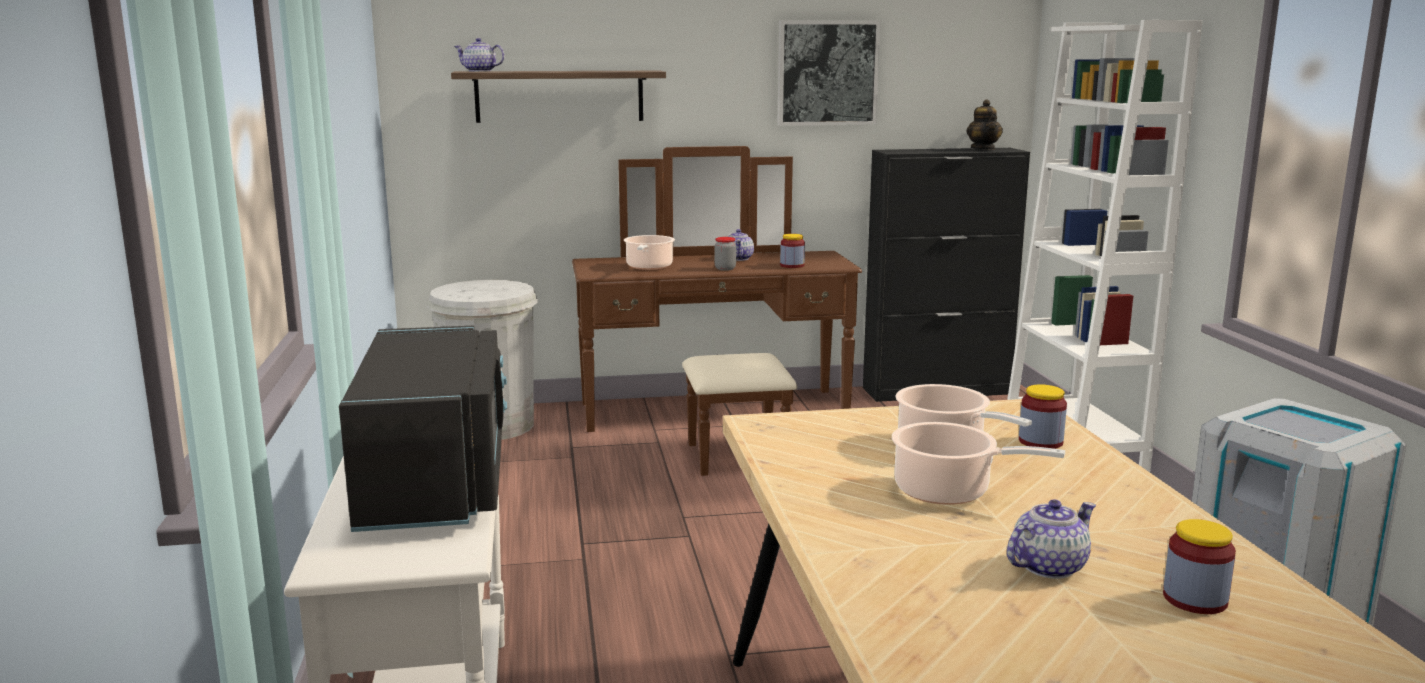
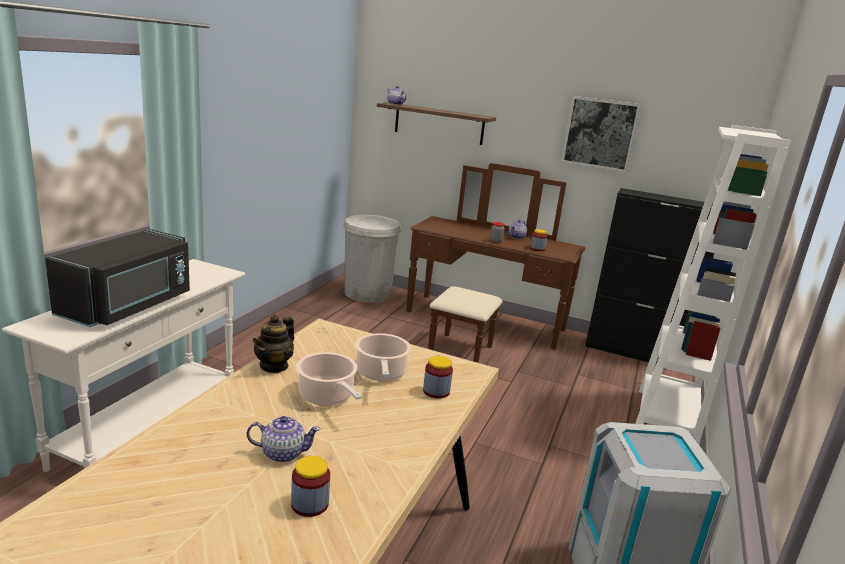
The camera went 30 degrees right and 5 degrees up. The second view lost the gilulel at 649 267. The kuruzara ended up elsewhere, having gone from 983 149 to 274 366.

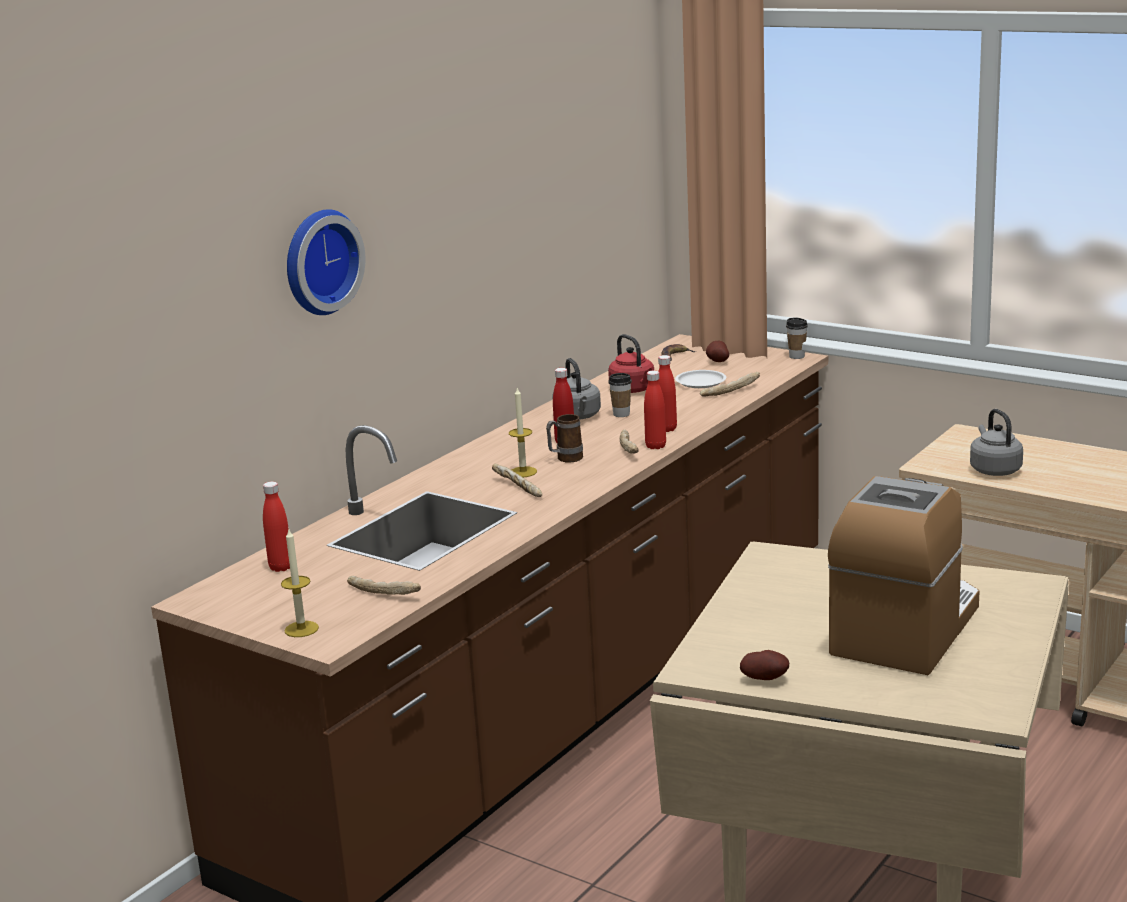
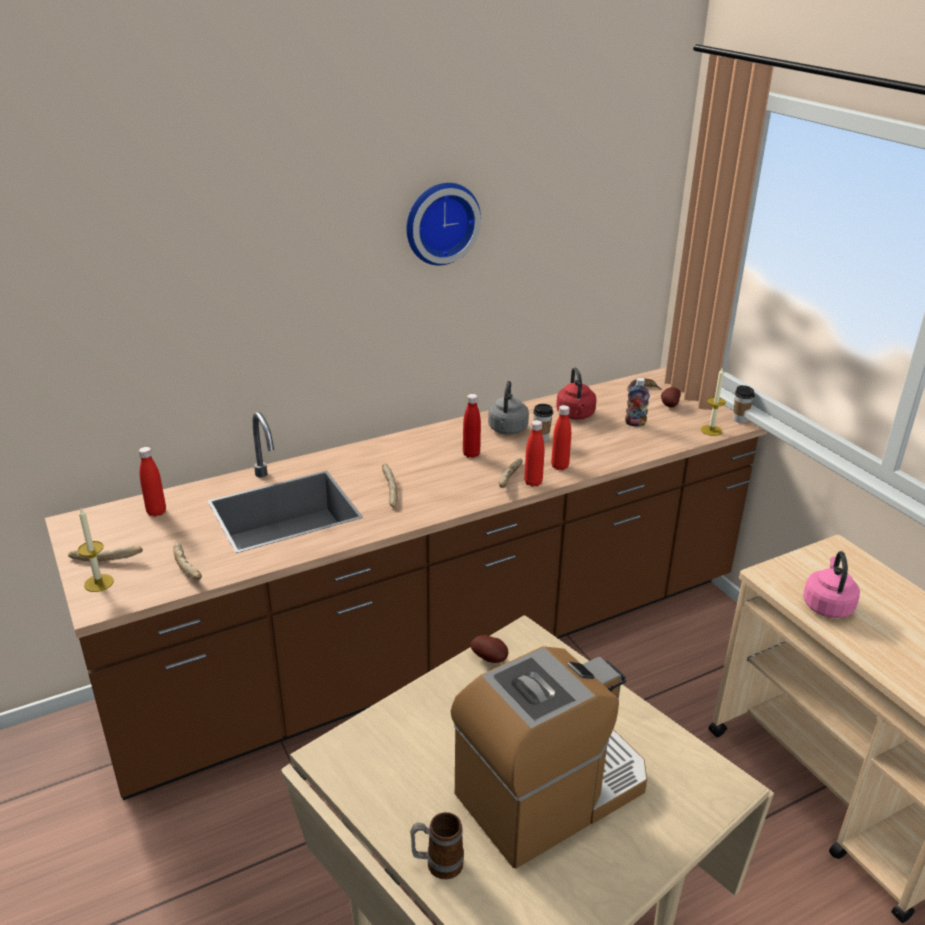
The camera went 25 degrees right and 10 degrees up. The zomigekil ended up elsewhere, having gone from 318 261 to 440 222. The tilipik ended up elsewhere, having gone from 523 472 to 711 430. The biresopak ended up elsewhere, having gone from 565 459 to 437 864. Where the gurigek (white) stood at 701 382, the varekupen came to stand at 635 423. The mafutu ended up elsewhere, having gone from 730 391 to 106 558. The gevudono ended up elsewhere, having gone from 765 679 to 491 659. What was the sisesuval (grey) at 994 469 turned into the sisesuval (pink) at 827 605.

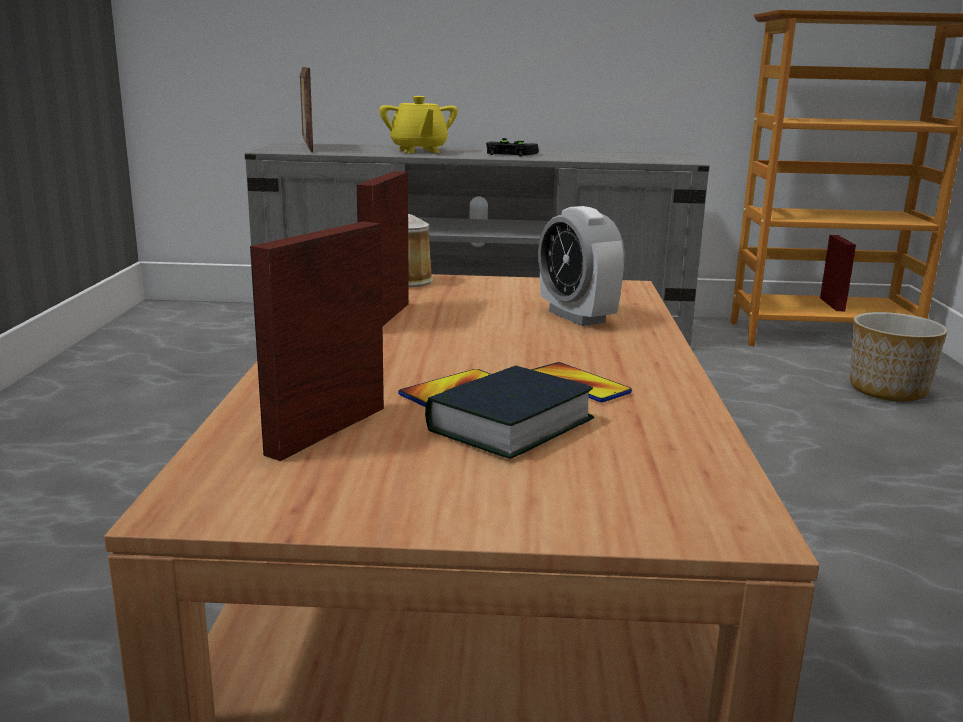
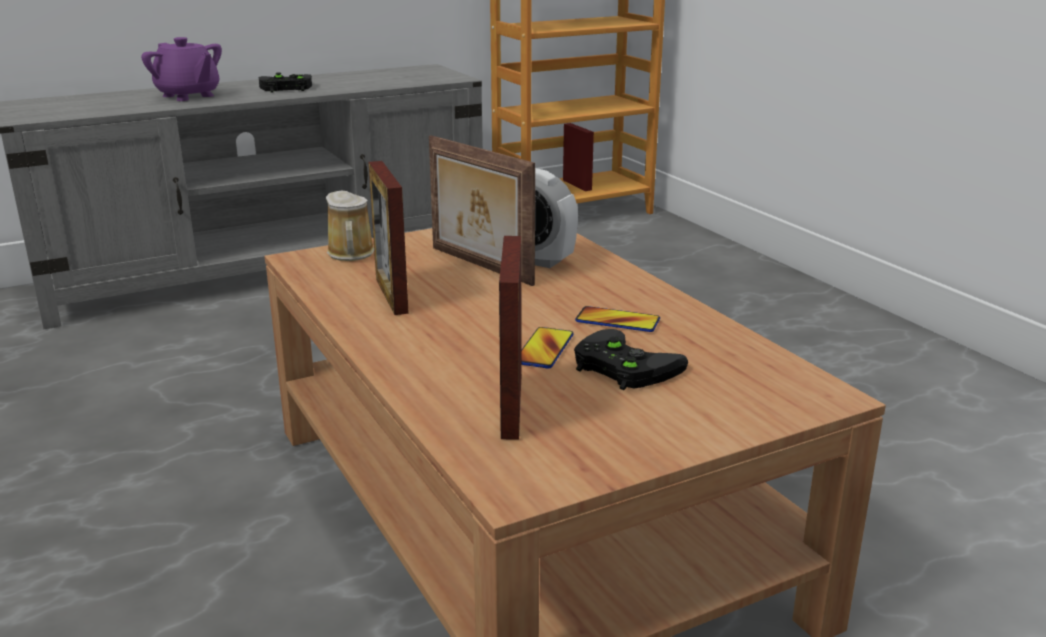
The camera went 30 degrees left and 5 degrees up. The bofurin ended up elsewhere, having gone from 307 147 to 479 266. What was the kuruzara (yellow) at 418 151 turned into the kuruzara (purple) at 188 96. Where the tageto stood at 510 425, the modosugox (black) came to stand at 621 366. The second view lost the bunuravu at 888 389.

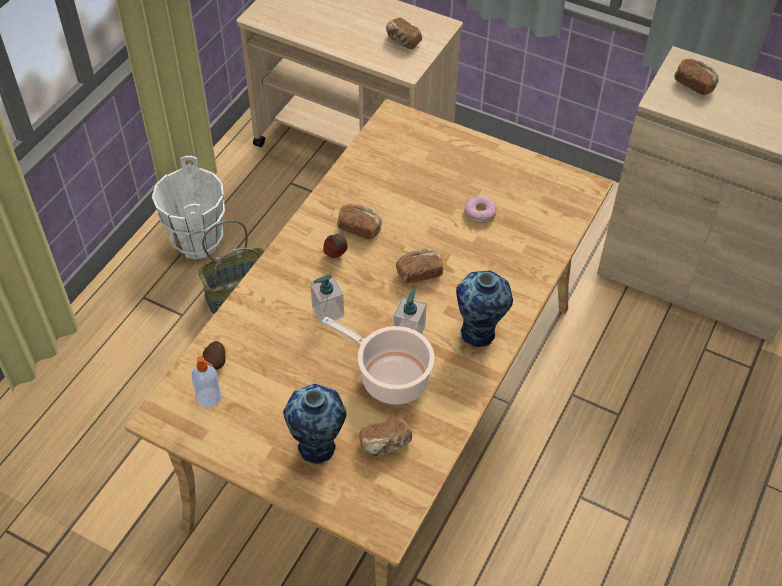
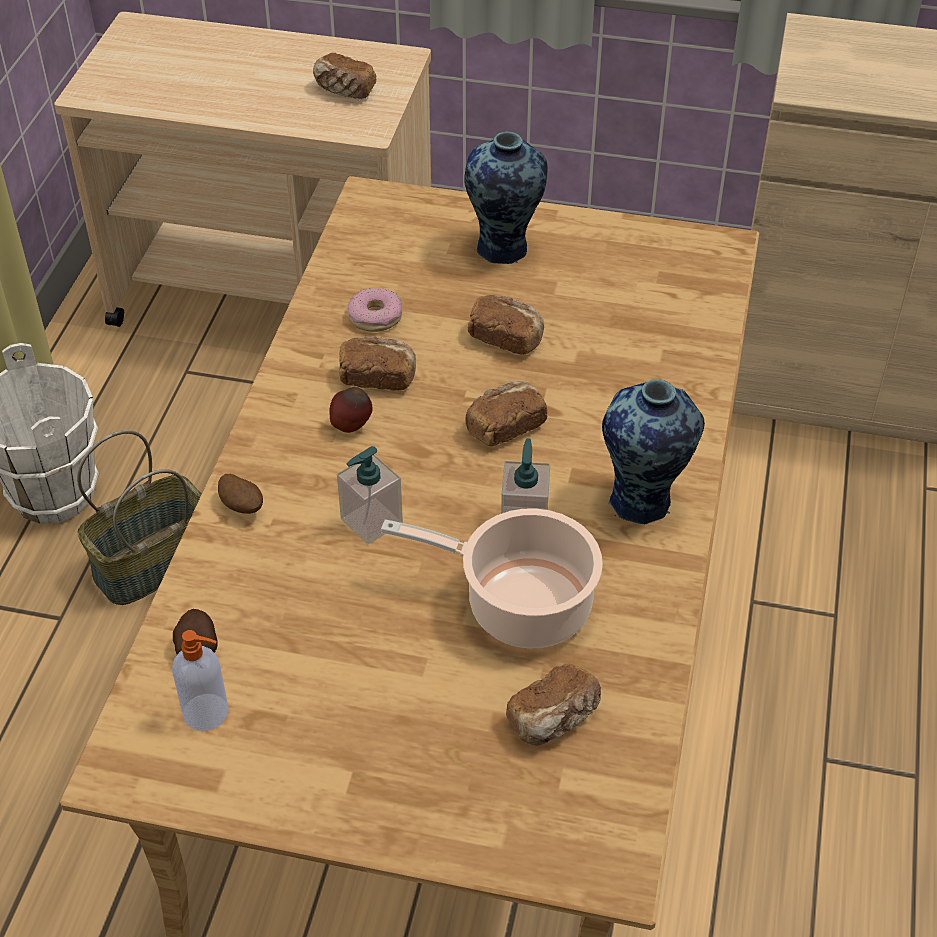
The camera went 15 degrees left and 5 degrees down. The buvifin ended up elsewhere, having gone from 318 449 to 504 249. The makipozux ended up elsewhere, having gone from 480 213 to 375 317. The mafutu ended up elsewhere, having gone from 694 84 to 506 338. The second view gained the gevudono at 242 506.

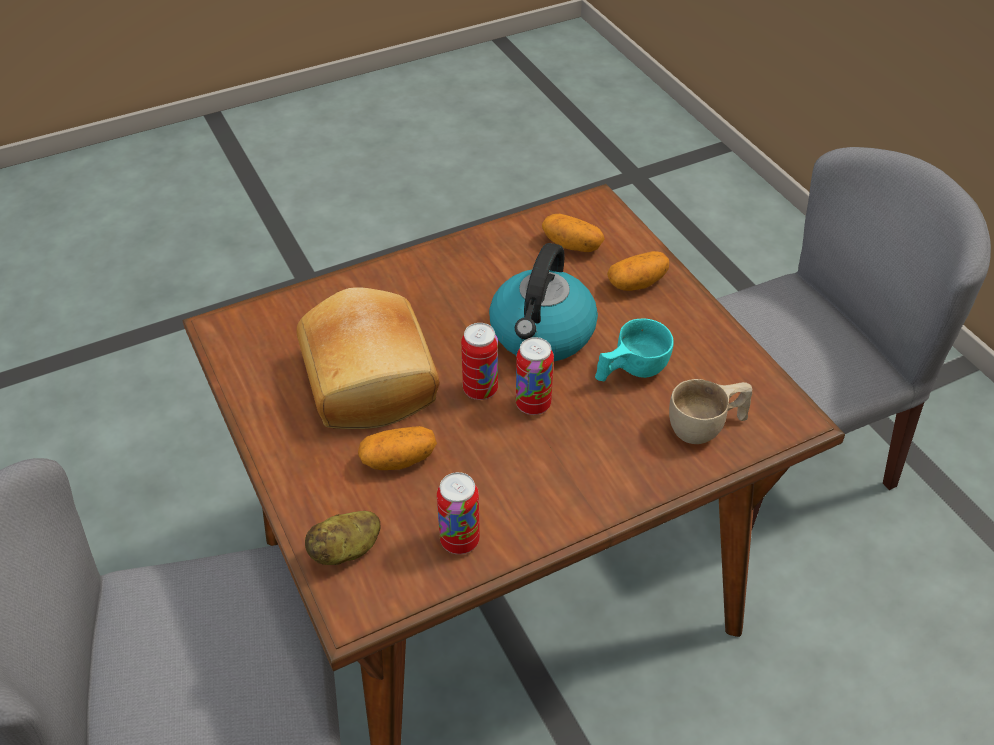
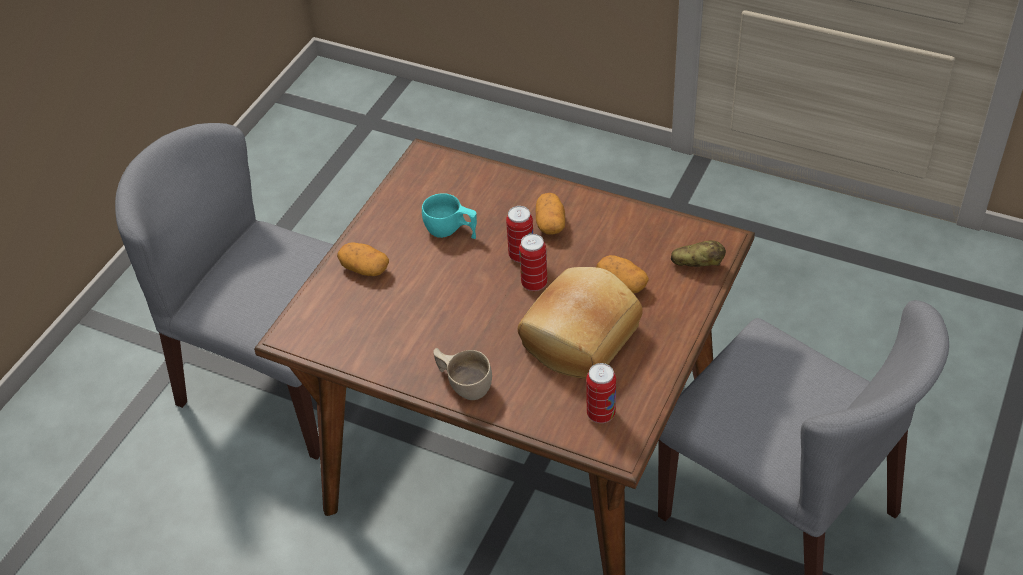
The camera went 125 degrees left and 0 degrees up. The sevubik ended up elsewhere, having gone from 459 540 to 601 414. The second view lost the sisesuval at 542 334. The gevudono ended up elsewhere, having gone from 572 245 to 550 223. The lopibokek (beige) ended up elsewhere, having gone from 706 427 to 464 384.

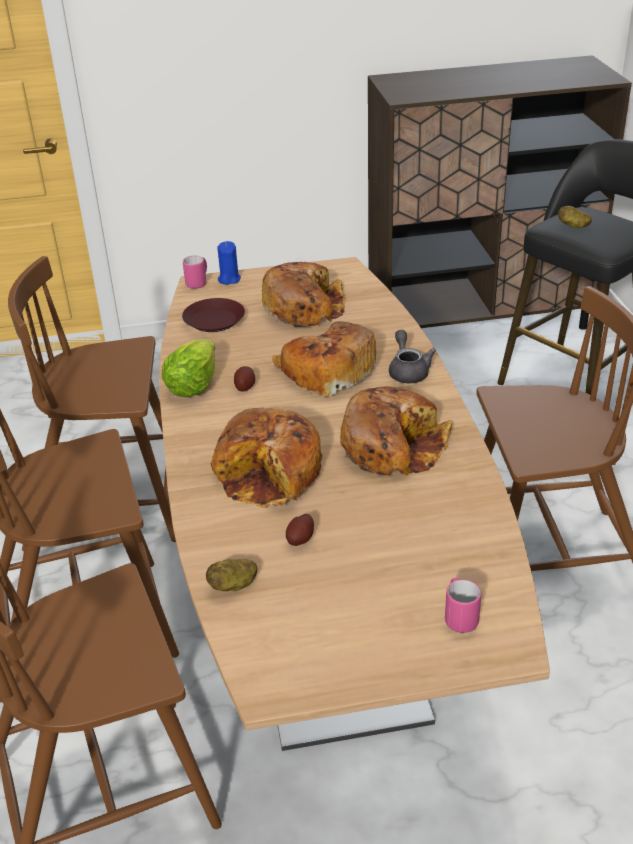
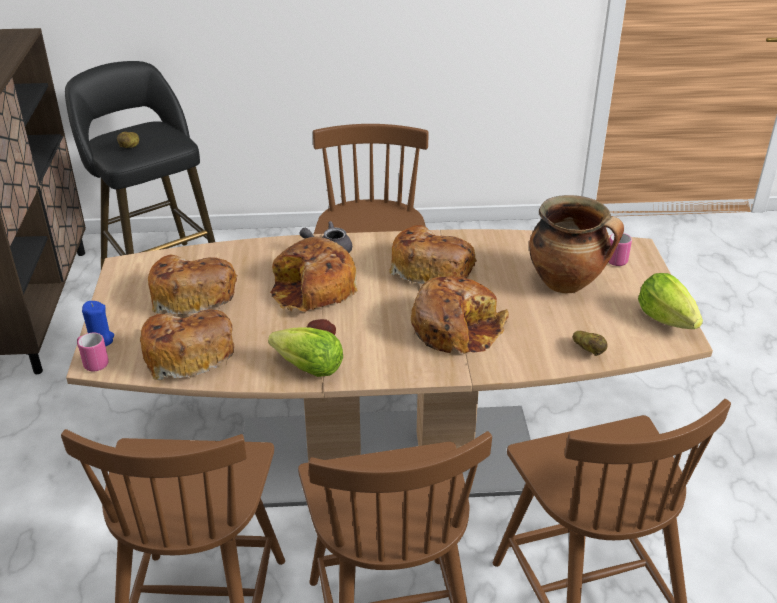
The camera went 85 degrees left and 0 degrees up. Where the gurigek (brown) stood at 213 321, the mafutu came to stand at 188 353. The second view lost the gevudono at 300 539. The second view gained the gilulel at 567 283. The second view gained the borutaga at 666 319.

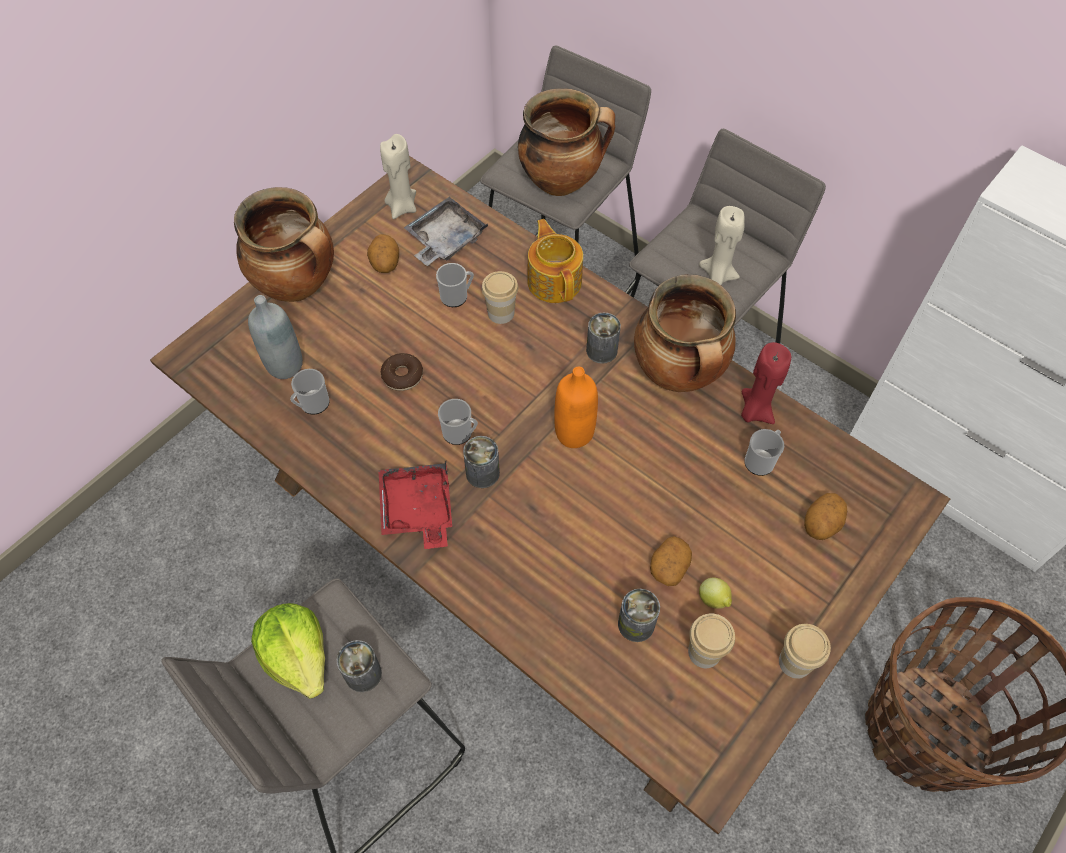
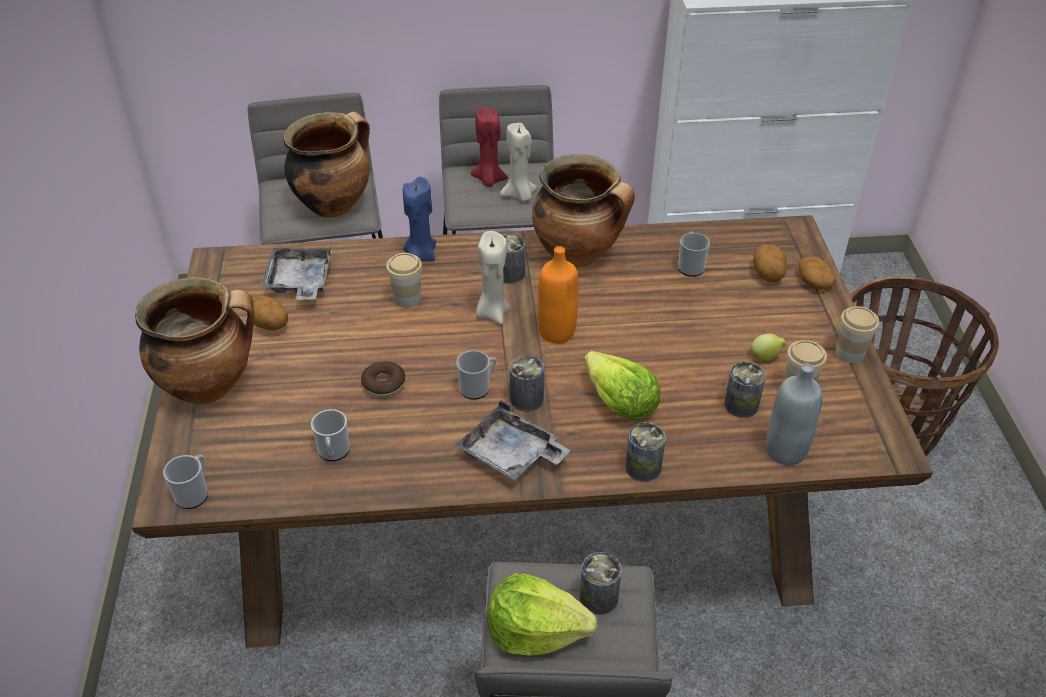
The camera went 45 degrees left and 15 degrees down. The varekupen (grey) ended up elsewhere, having gone from 285 365 to 785 451. What was the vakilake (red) at 417 510 turned into the vakilake (grey) at 511 455. The tilipik (beige) ended up elsewhere, having gone from 402 207 to 492 313. The biresopak ended up elsewhere, having gone from 457 296 to 194 493. Where the kuruzara stood at 554 280, the tilipik (blue) came to stand at 421 255. The gevudono ended up elsewhere, having gone from 669 566 to 813 282. The tilipik (red) ended up elsewhere, having gone from 755 411 to 489 180. The second view gained the borutaga at 619 402. The second view gained the sevubik at 643 467.

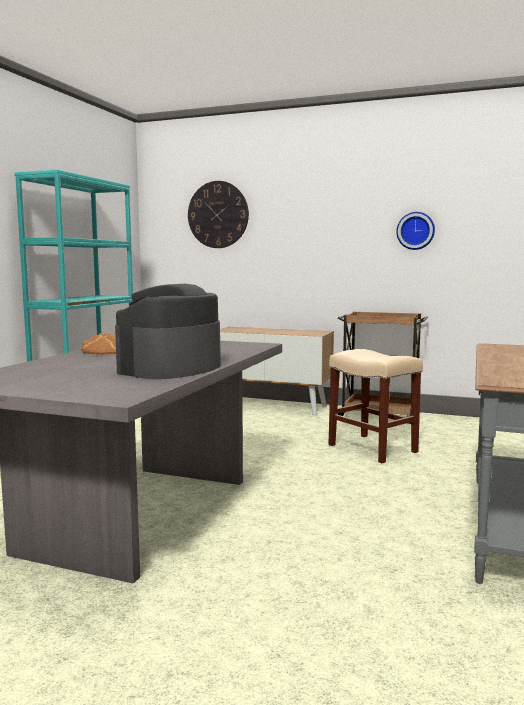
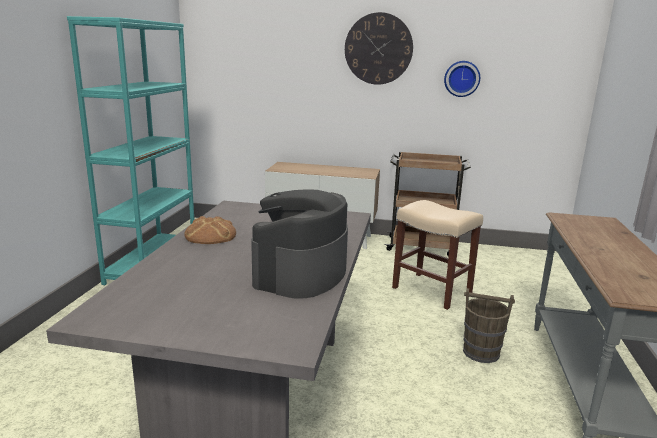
The camera went 10 degrees left and 10 degrees up. The zomigekil ended up elsewhere, having gone from 218 214 to 378 49. The second view gained the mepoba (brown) at 481 352.

